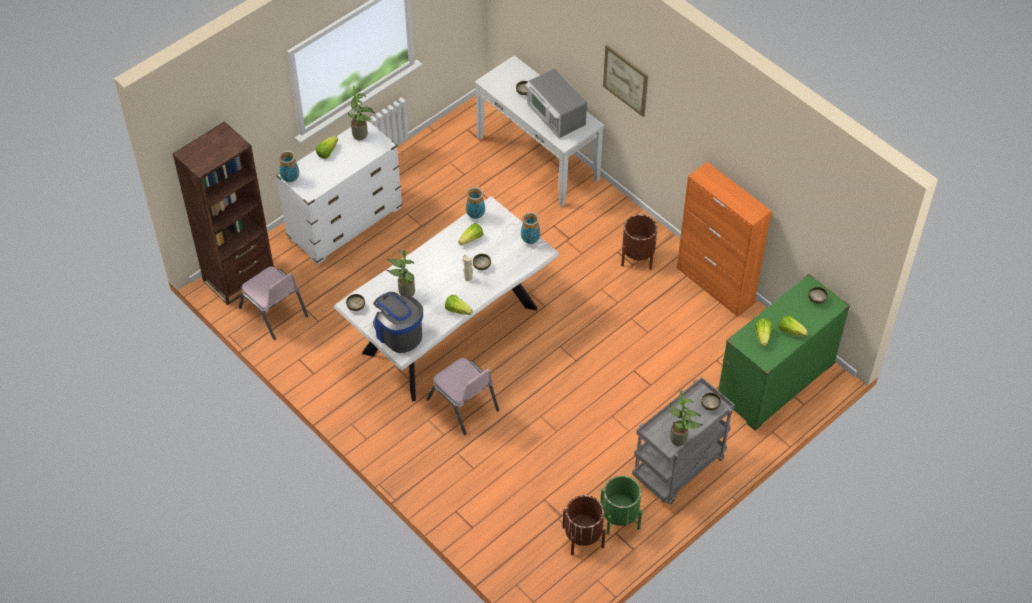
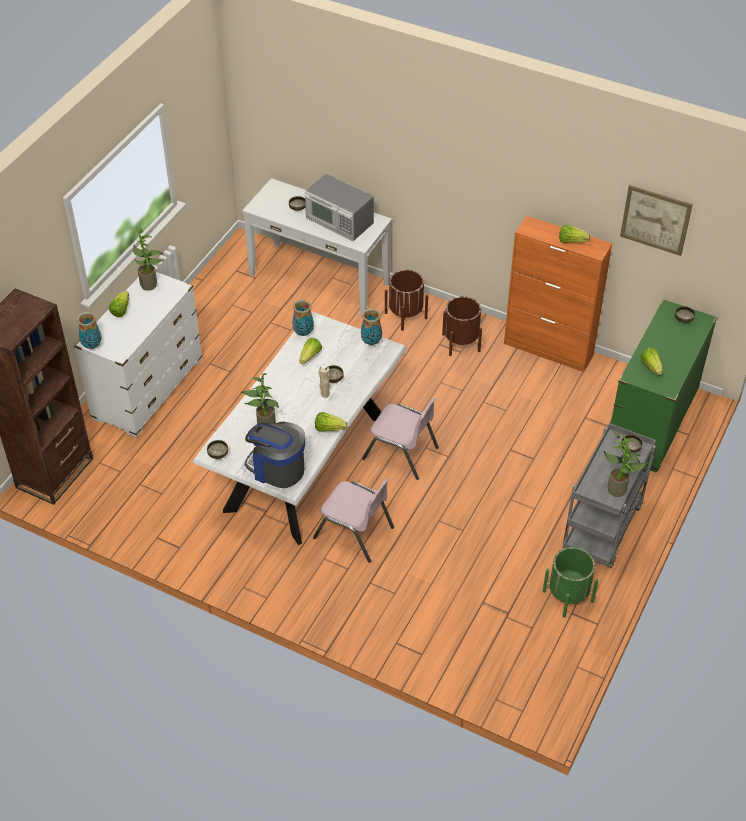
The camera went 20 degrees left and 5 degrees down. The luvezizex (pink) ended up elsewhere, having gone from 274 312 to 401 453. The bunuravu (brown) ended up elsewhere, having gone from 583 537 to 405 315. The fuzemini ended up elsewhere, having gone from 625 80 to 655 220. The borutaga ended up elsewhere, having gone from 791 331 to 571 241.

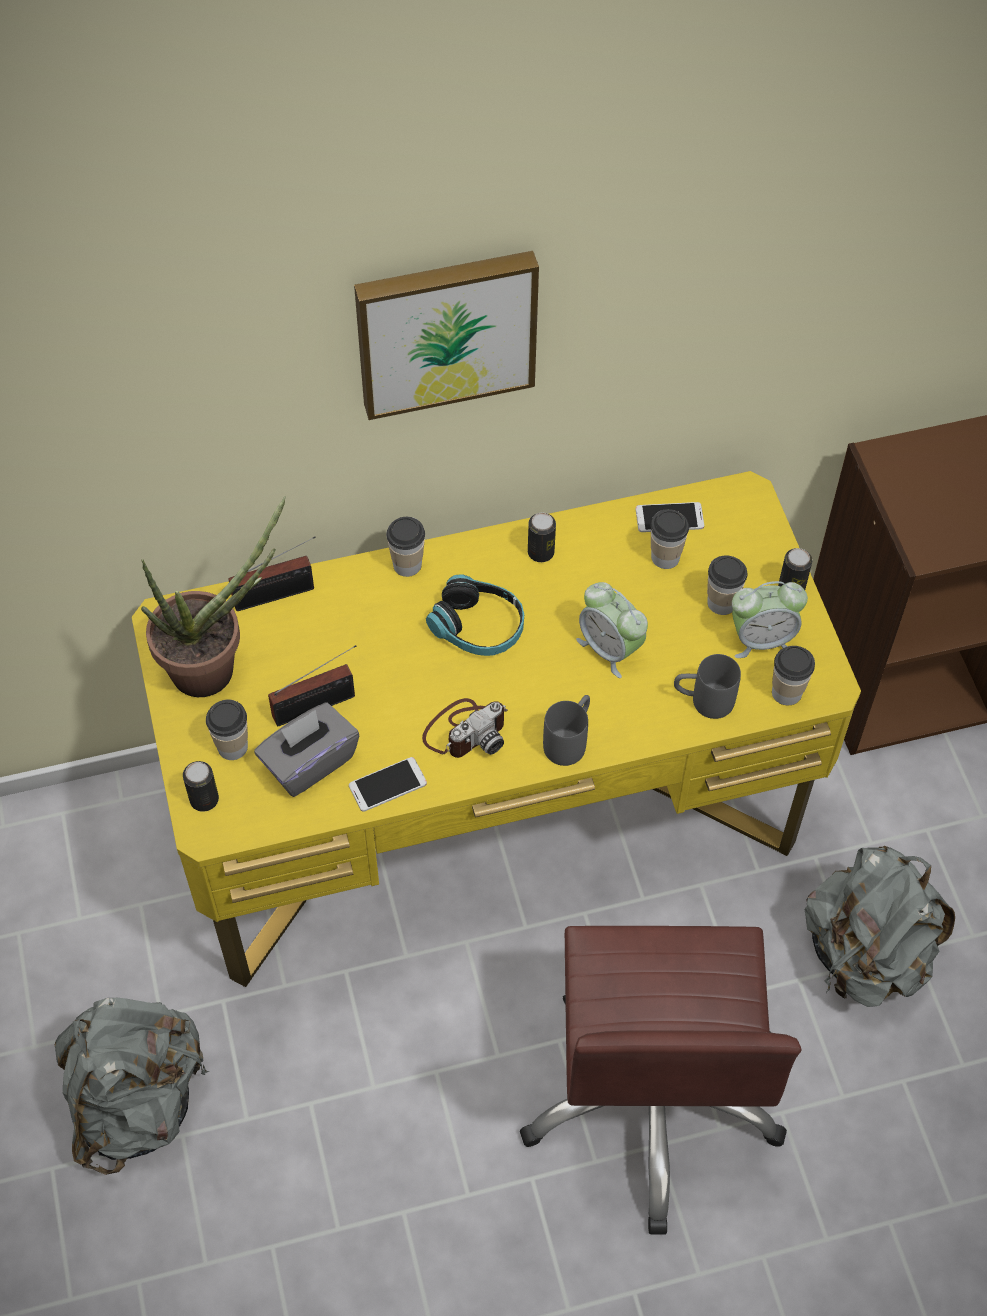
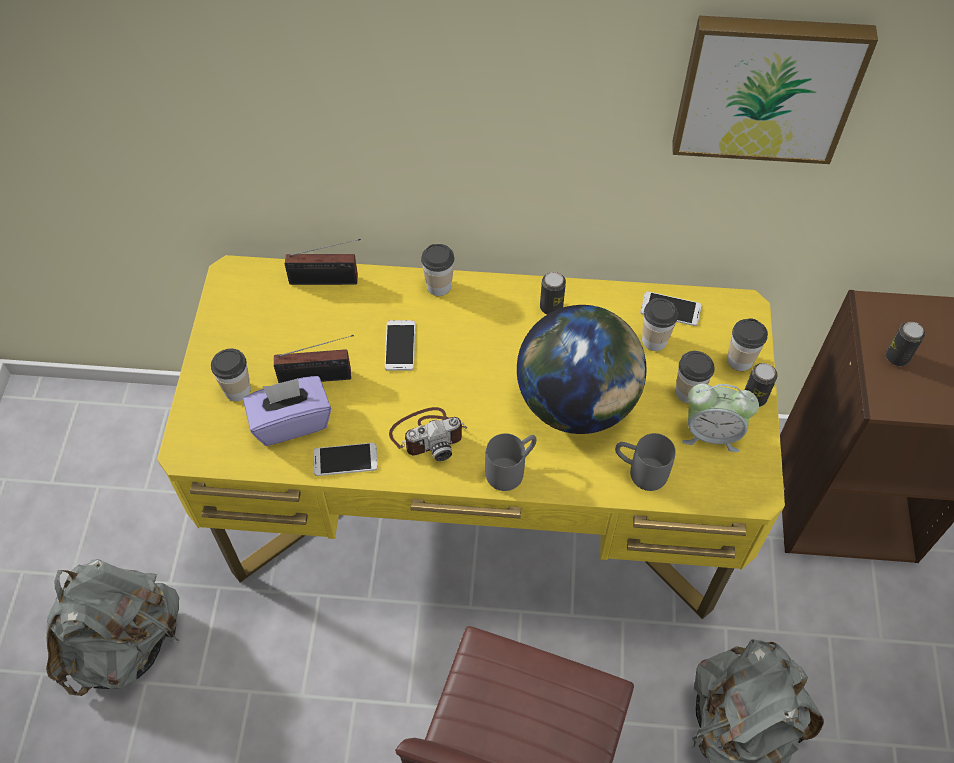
The camera went 20 degrees right and 0 degrees up. The second view lost the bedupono at 216 666. The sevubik ended up elsewhere, having gone from 204 799 to 897 357. What was the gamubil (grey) at 309 762 turned into the gamubil (purple) at 291 421. The fuzemini ended up elsewhere, having gone from 445 329 to 767 86. The second view lost the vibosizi at 478 627. Where the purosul stood at 610 648, the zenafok came to stand at 577 402. The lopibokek ended up elsewhere, having gone from 786 692 to 739 360. The second view gained the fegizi at 400 345.

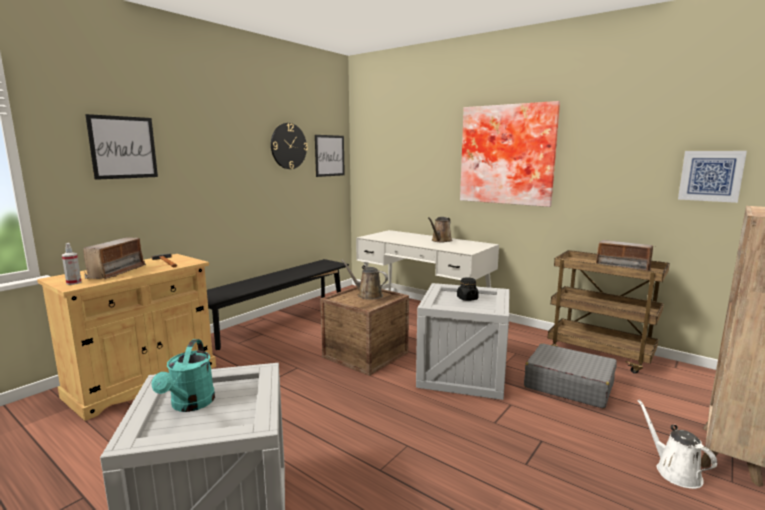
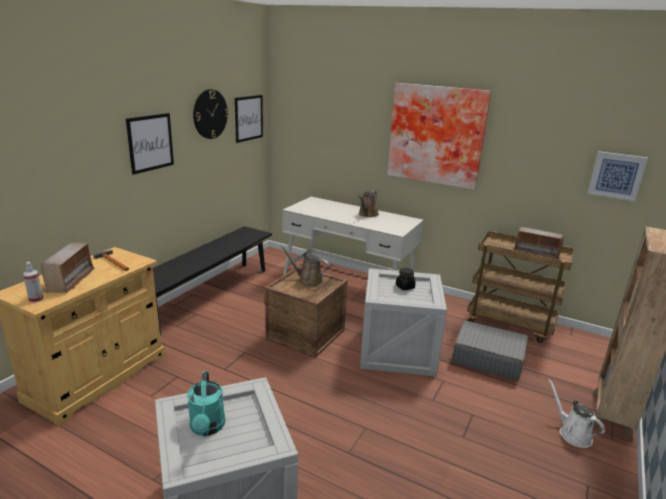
The camera went 10 degrees left and 10 degrees up. The fuzemini ended up elsewhere, having gone from 123 147 to 150 143.

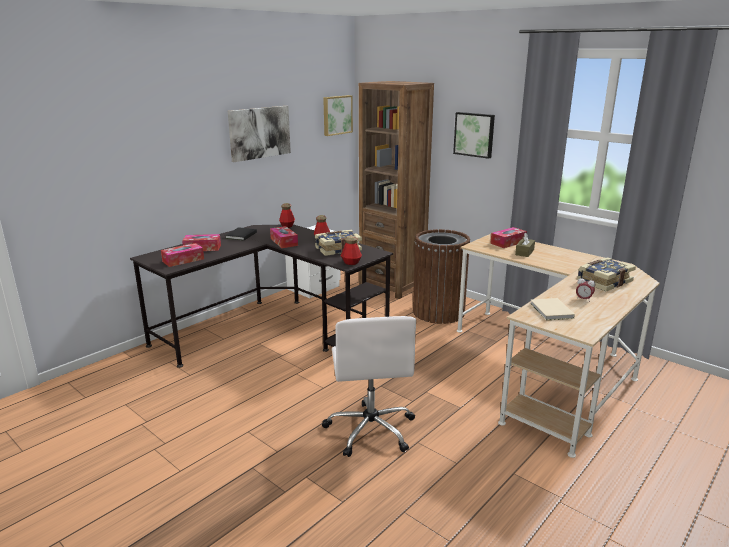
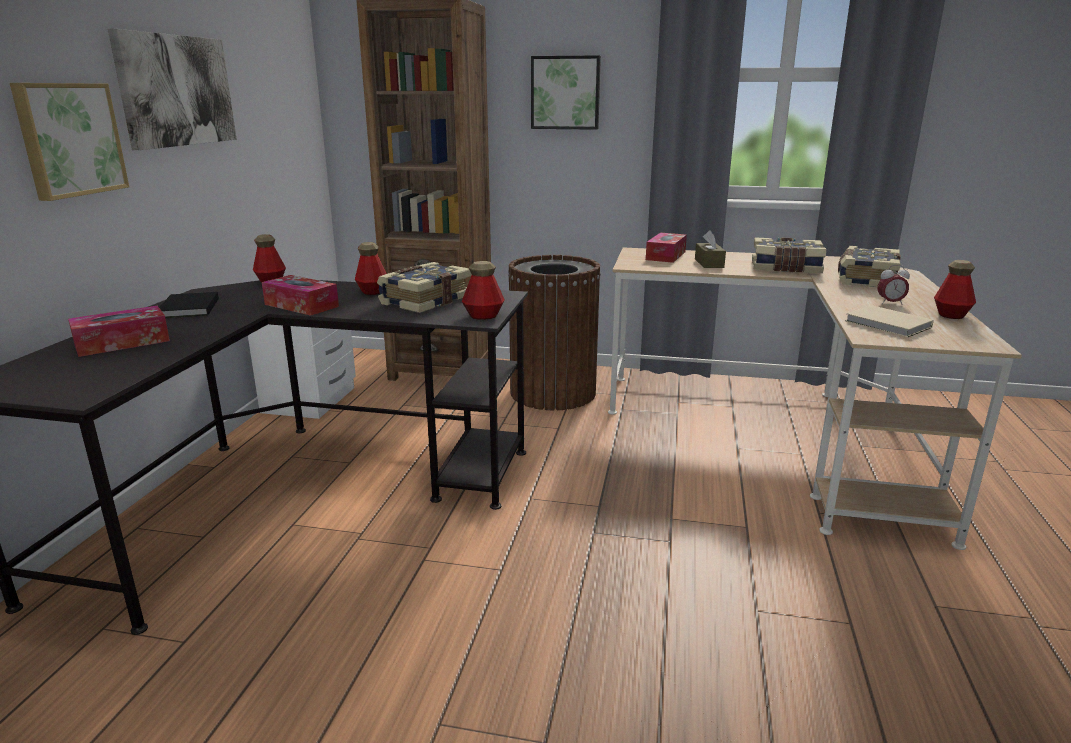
The camera went 30 degrees left and 0 degrees up. The second view lost the gamubil at 183 260. The second view lost the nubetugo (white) at 370 429. The fuzemini ended up elsewhere, having gone from 336 115 to 69 139. The second view gained the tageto at 786 268. The second view gained the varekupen at 951 315.

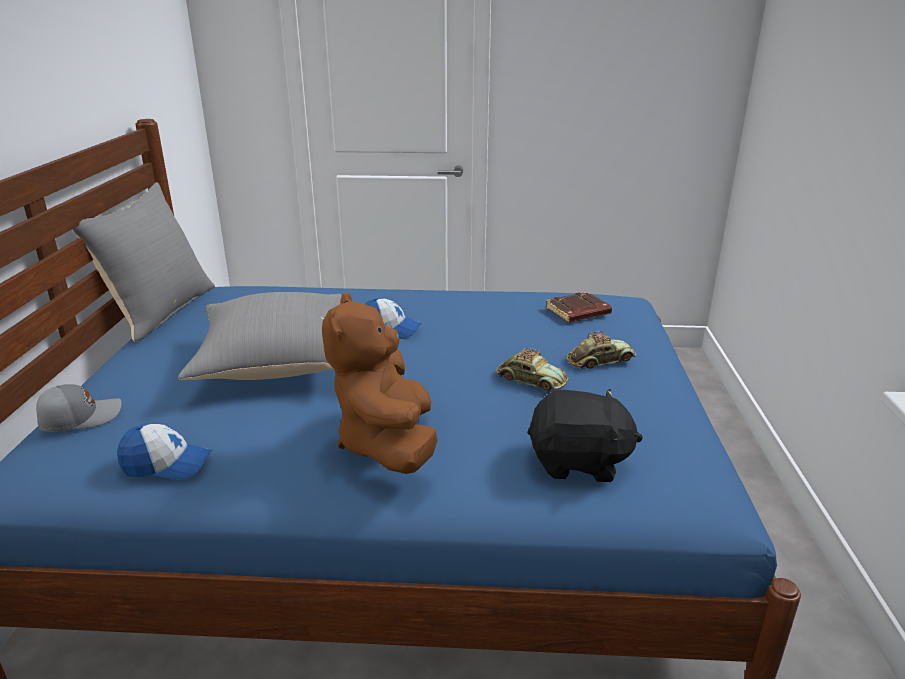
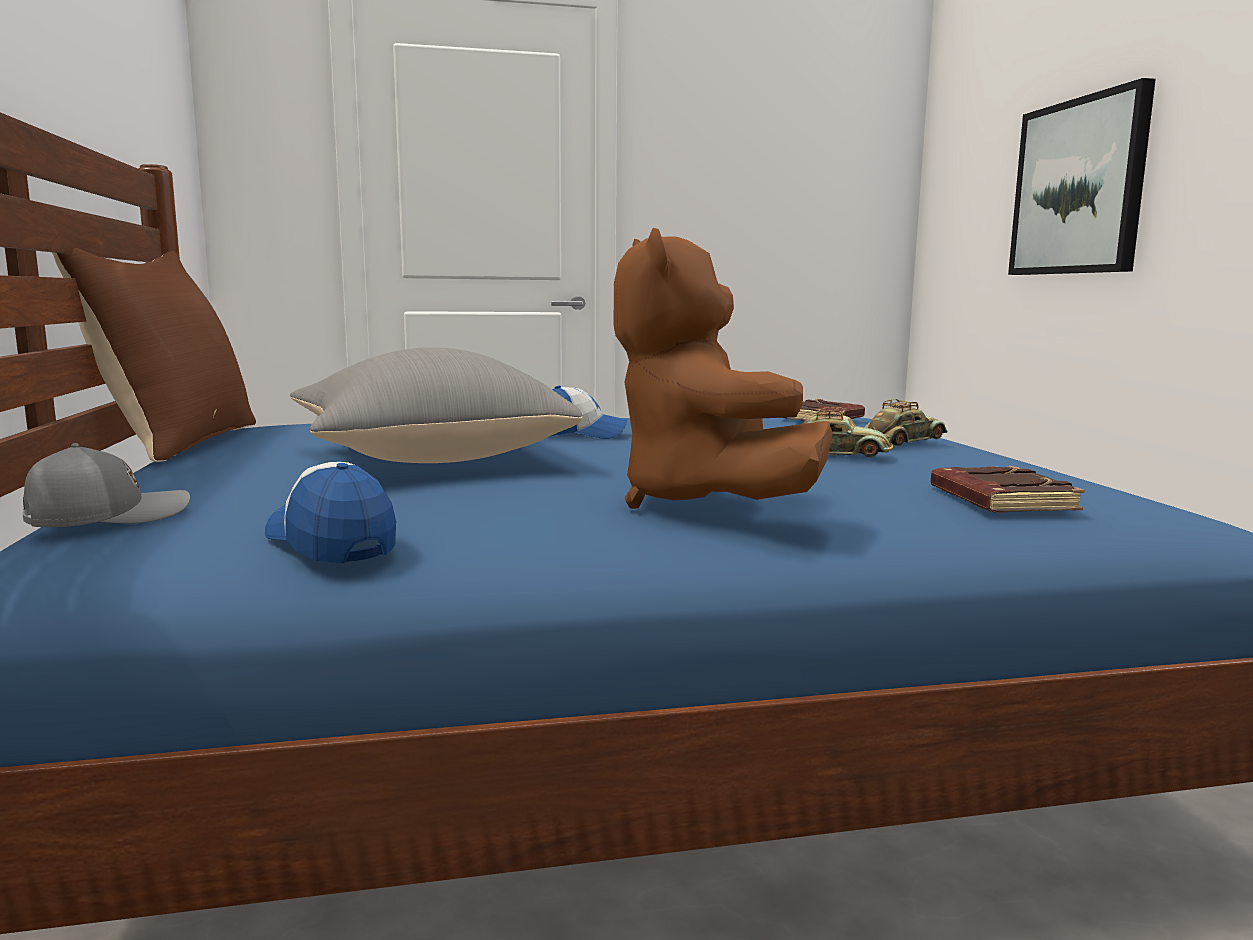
The camera went 15 degrees left and 15 degrees down. What was the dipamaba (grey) at 161 311 turned into the dipamaba (brown) at 178 442. The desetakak at 166 464 ended up facing another way, 120 degrees counterclockwise from before. Where the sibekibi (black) stood at 578 462, the tageto (brown) came to stand at 999 500. The second view gained the fuzemini at 1079 187.

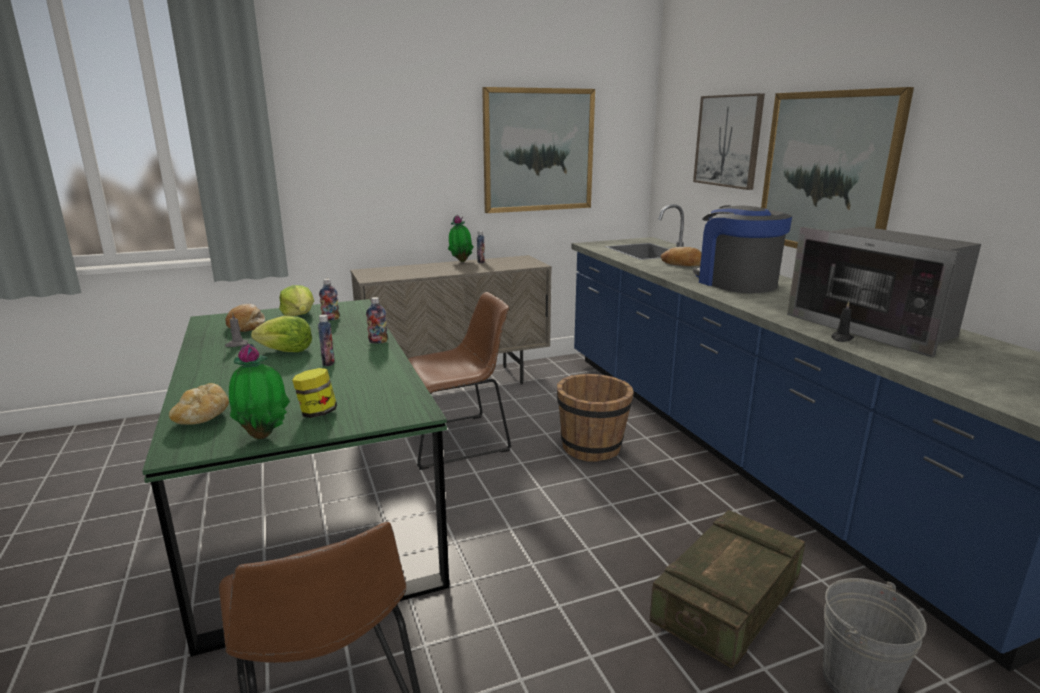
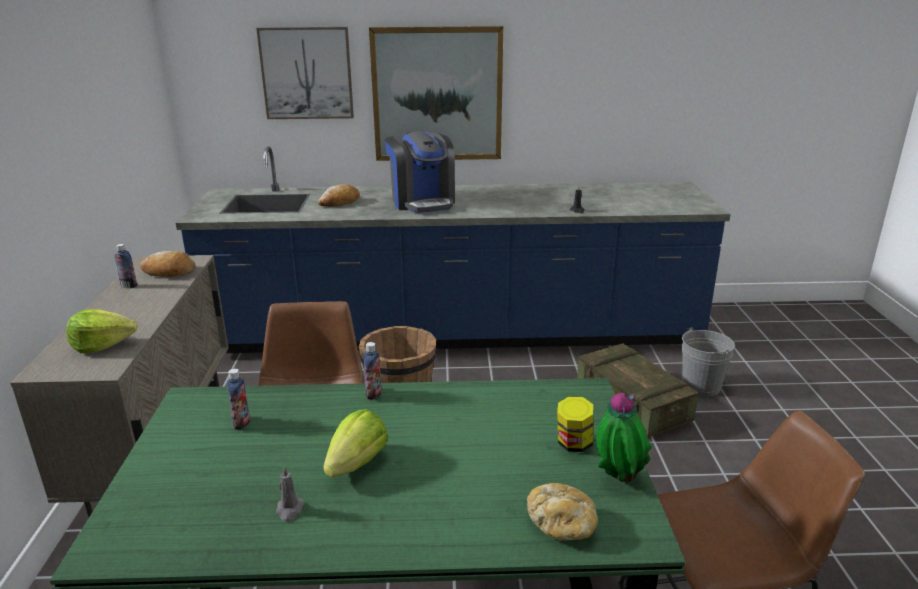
The camera went 70 degrees left and 5 degrees up. The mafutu ended up elsewhere, having gone from 246 325 to 169 272. The borutaga ended up elsewhere, having gone from 299 315 to 102 345. The second view lost the varekupen at 328 363. The second view lost the bedupono at 461 261. The second view lost the fuzemini at 538 150. The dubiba at 735 283 ended up facing another way, 105 degrees counterclockwise from before. The second view lost the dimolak at 876 327.

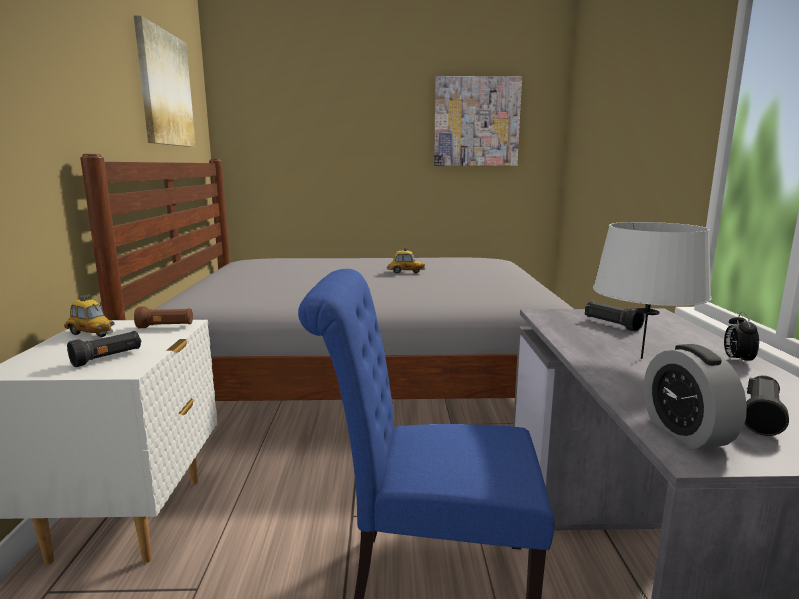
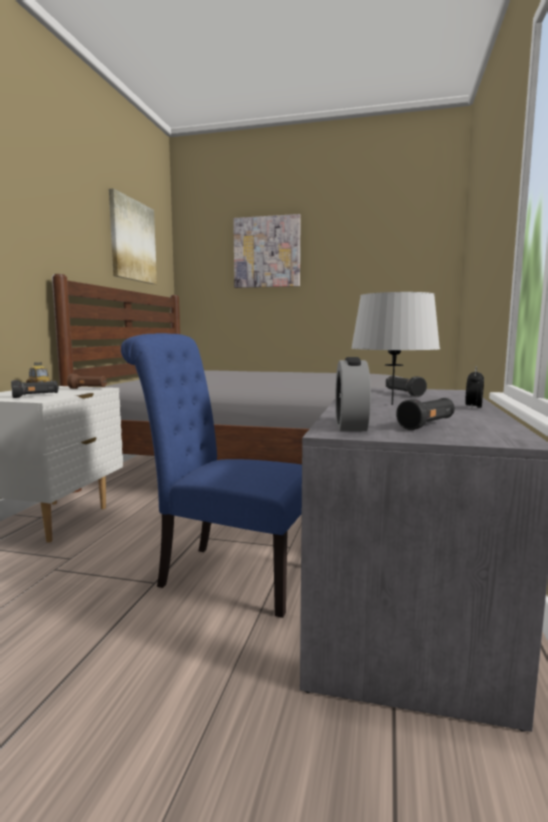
The camera went 15 degrees right and 5 degrees down. The second view lost the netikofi at 406 272. The fuzemini ended up elsewhere, having gone from 476 122 to 267 252.

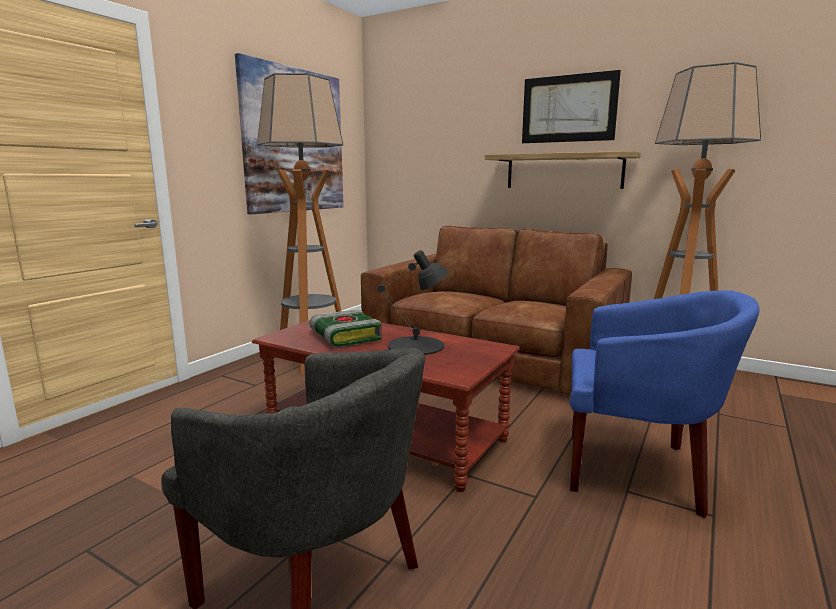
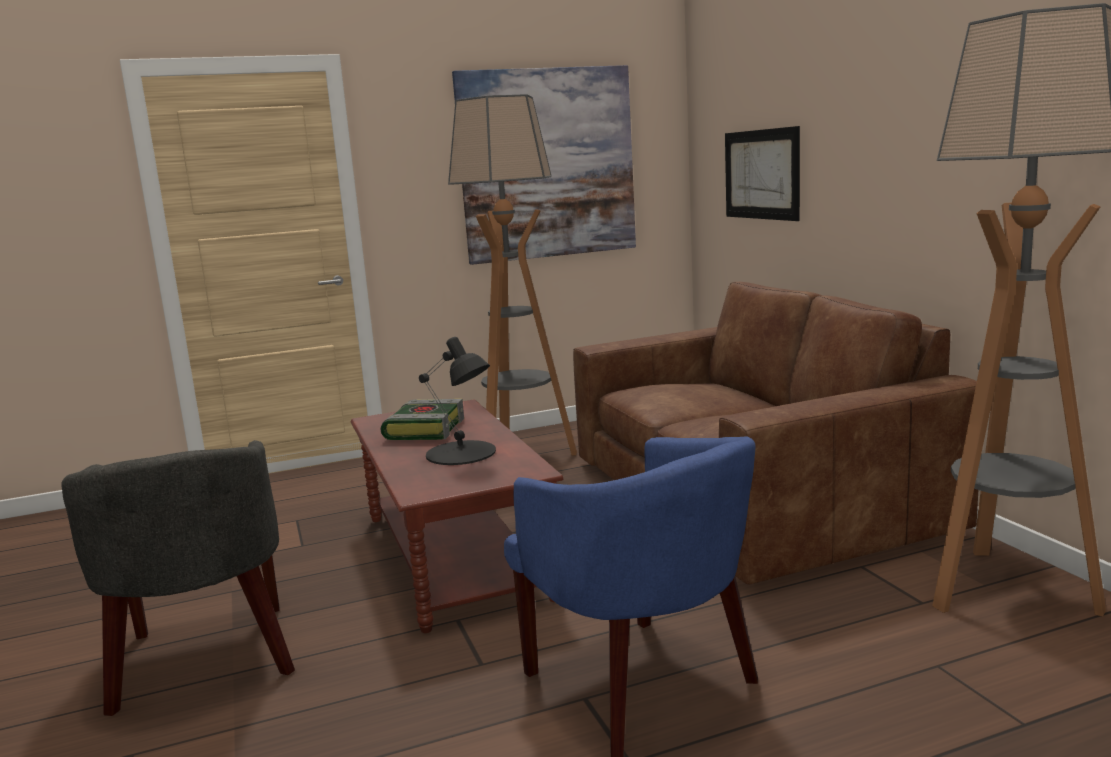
The camera went 40 degrees right and 0 degrees up. The second view lost the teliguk at 563 171. The fuzemini ended up elsewhere, having gone from 568 108 to 761 174.

